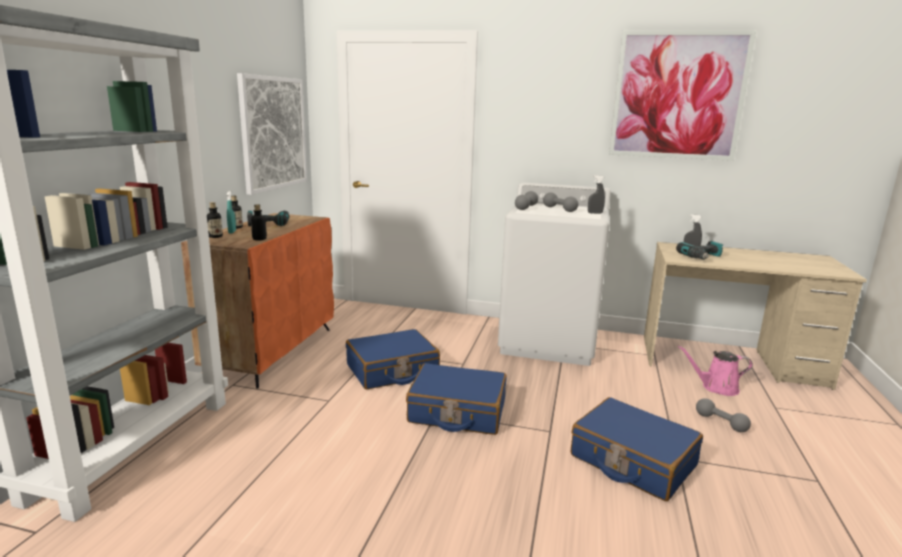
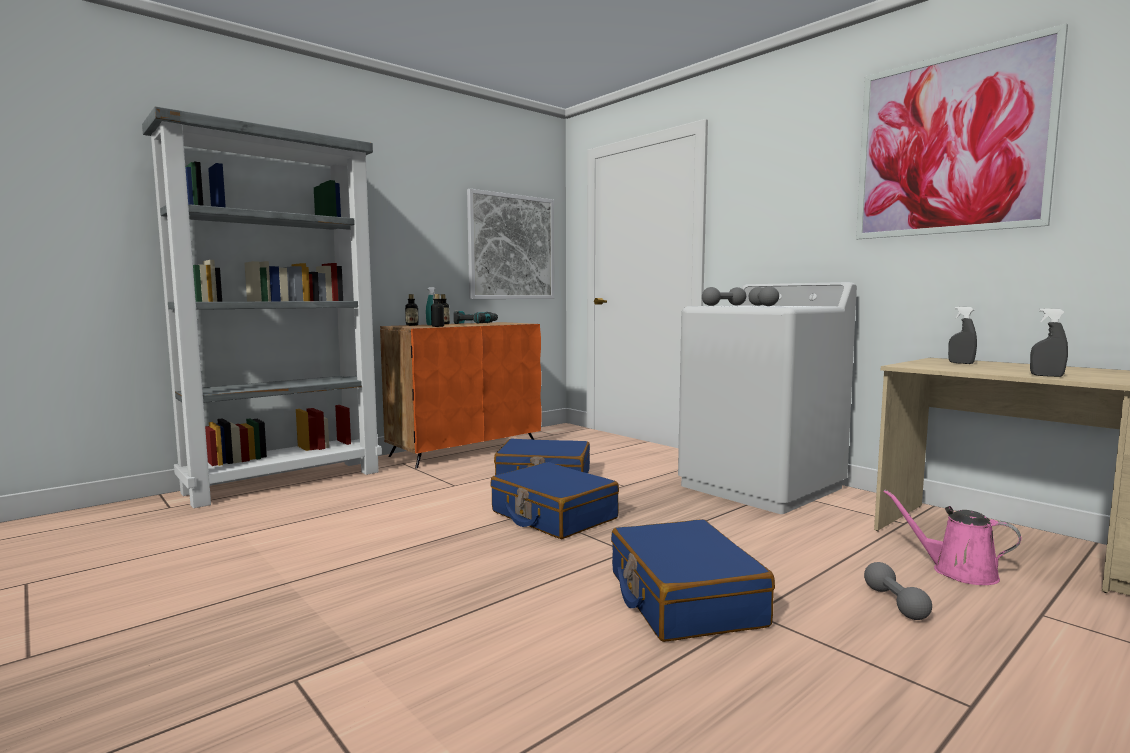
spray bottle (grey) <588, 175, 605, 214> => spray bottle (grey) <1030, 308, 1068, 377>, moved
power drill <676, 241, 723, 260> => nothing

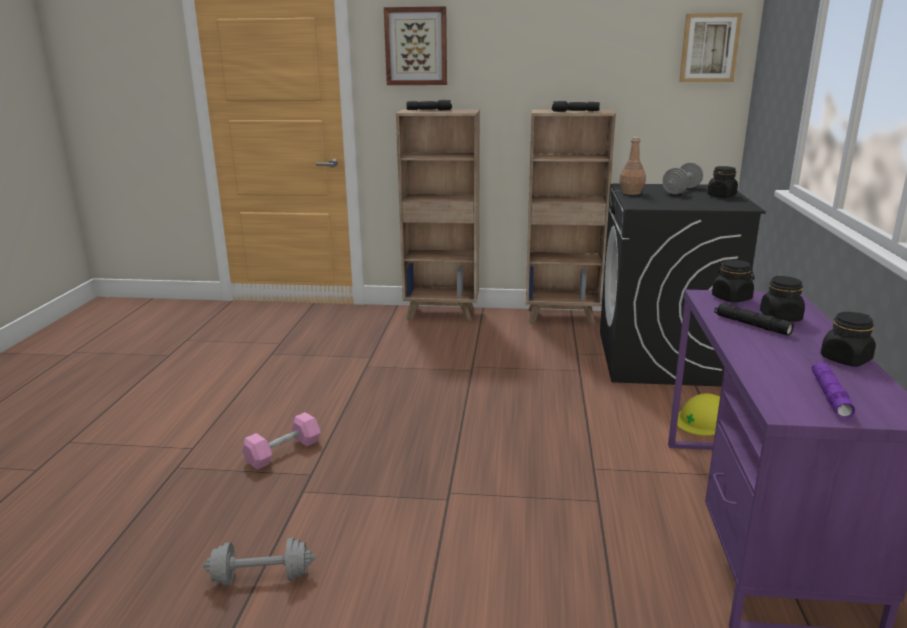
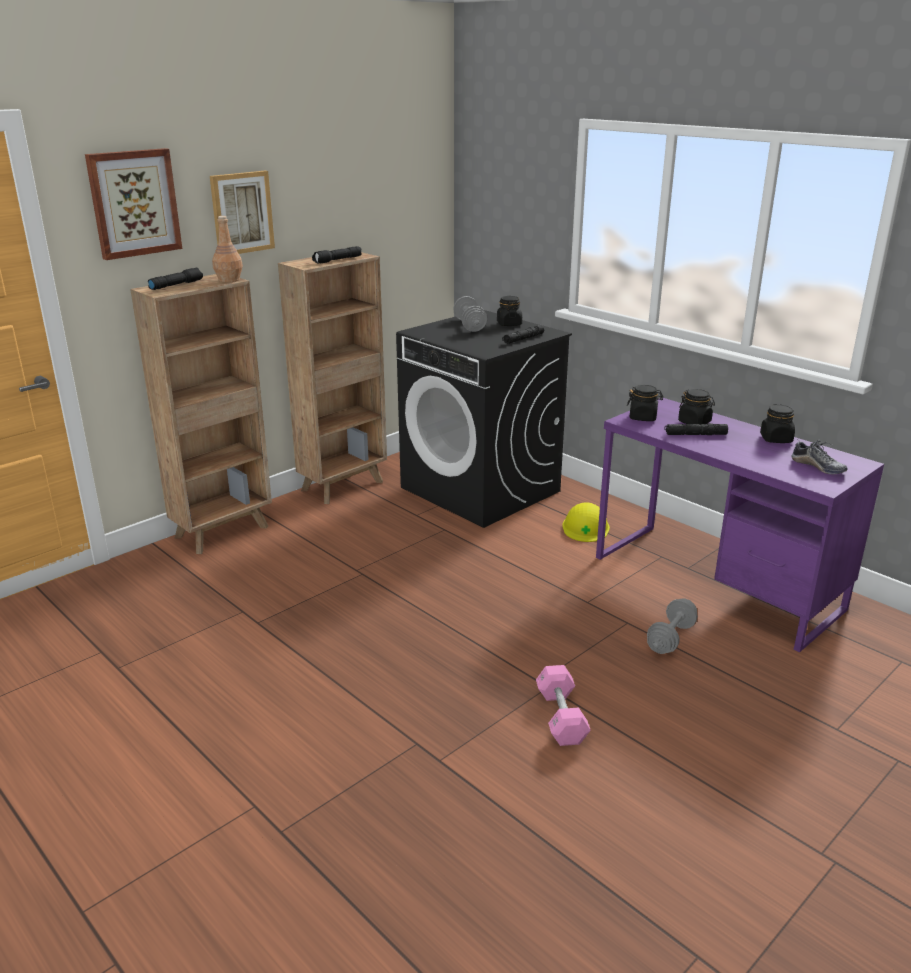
picture <679, 13, 742, 82> => picture <210, 171, 275, 254>, moved
bottle (brown) <619, 137, 646, 195> => bottle (brown) <212, 216, 243, 283>, moved
flashlight (purple) <812, 362, 855, 419> => shoe <791, 438, 847, 474>
dumbbell (pink) <242, 412, 320, 470> => dumbbell (pink) <536, 665, 591, 746>, moved
dumbbell (grey) <203, 538, 315, 586> => dumbbell (grey) <647, 598, 698, 654>, moved
nothing => flashlight (black) <502, 325, 544, 344>

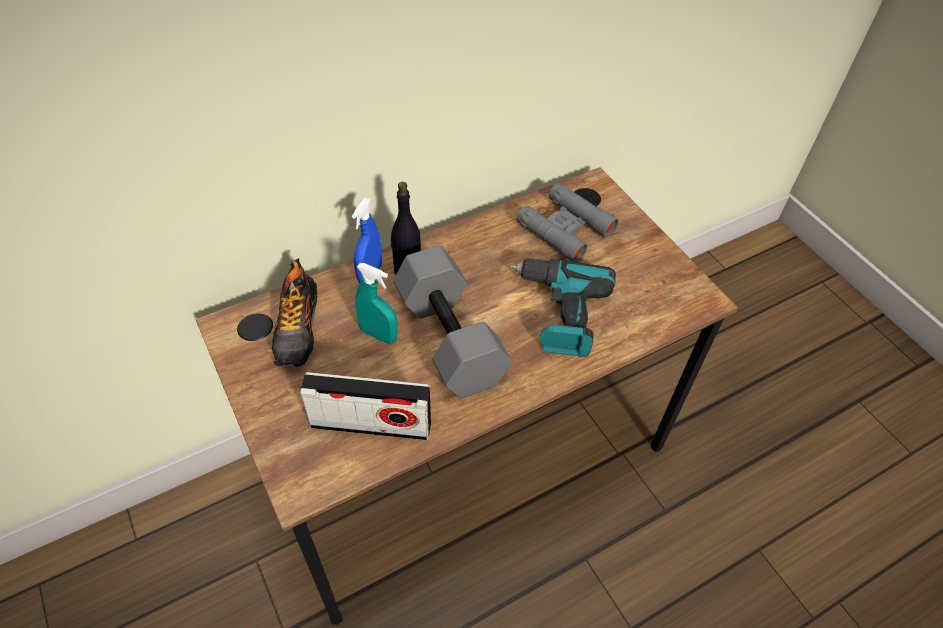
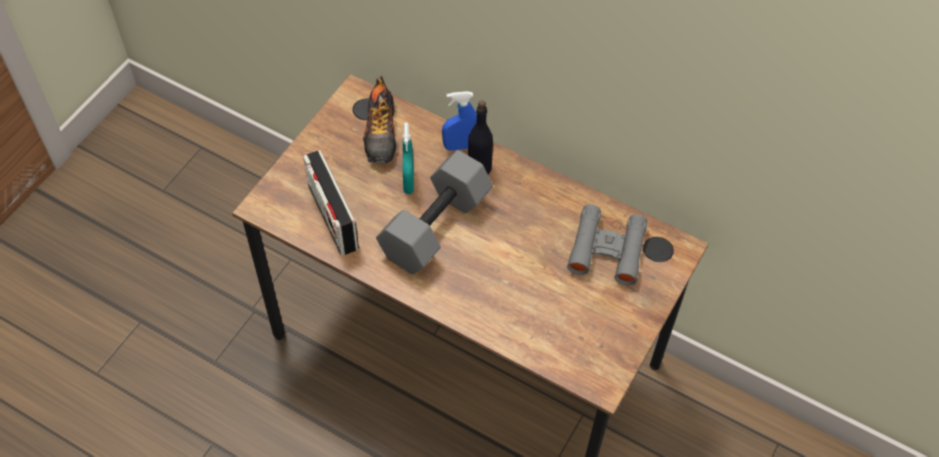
shoe <272, 258, 318, 367> => shoe <363, 76, 397, 163>, 60 degrees counterclockwise
power drill <511, 258, 616, 357> => nothing

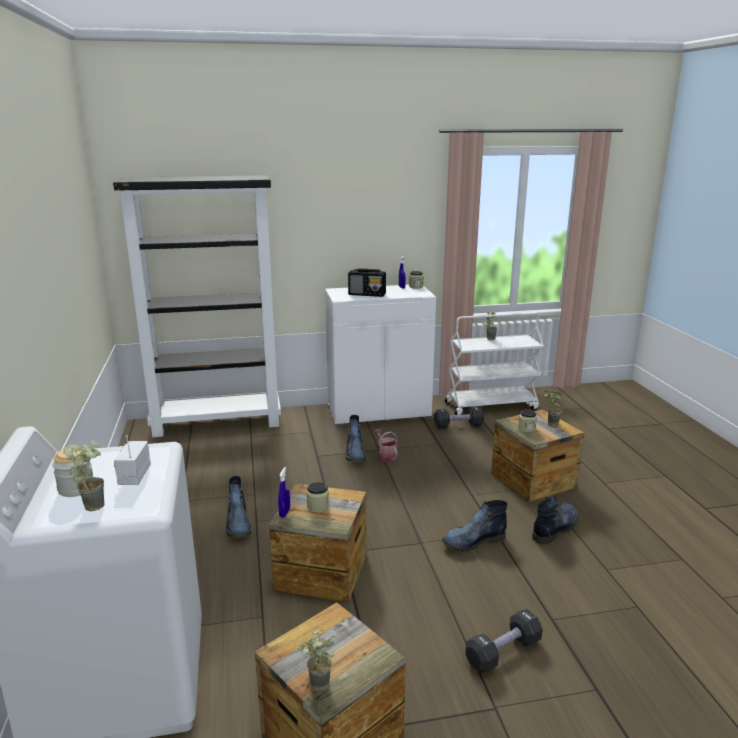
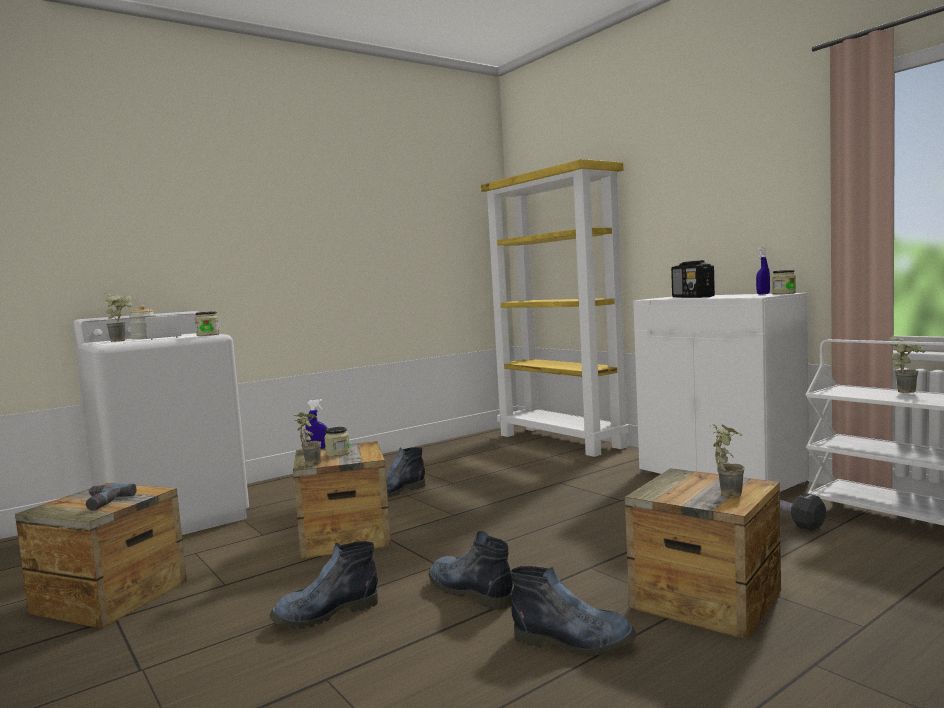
bookcase (black) <113, 175, 281, 437> => bookcase (yellow) <481, 159, 630, 457>
jar <518, 409, 537, 433> => jar <195, 311, 220, 336>, moved
boot <345, 415, 366, 462> => boot <269, 541, 378, 629>, moved
watering can <374, 429, 398, 462> => nothing
dumbbell (black) <466, 609, 543, 673> => nothing
potted plant <295, 630, 336, 691> => potted plant <294, 412, 321, 466>, moved
nothing => power drill <86, 484, 137, 511>

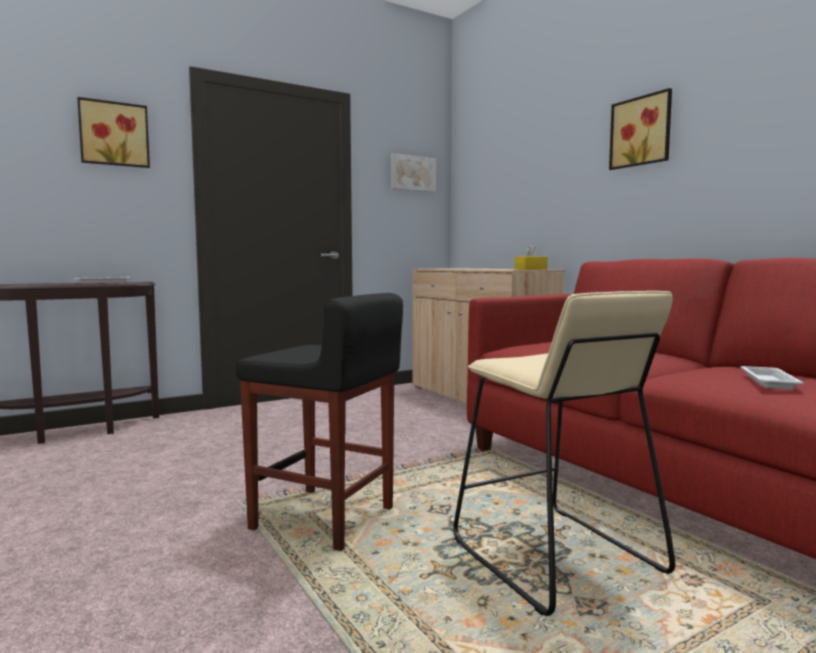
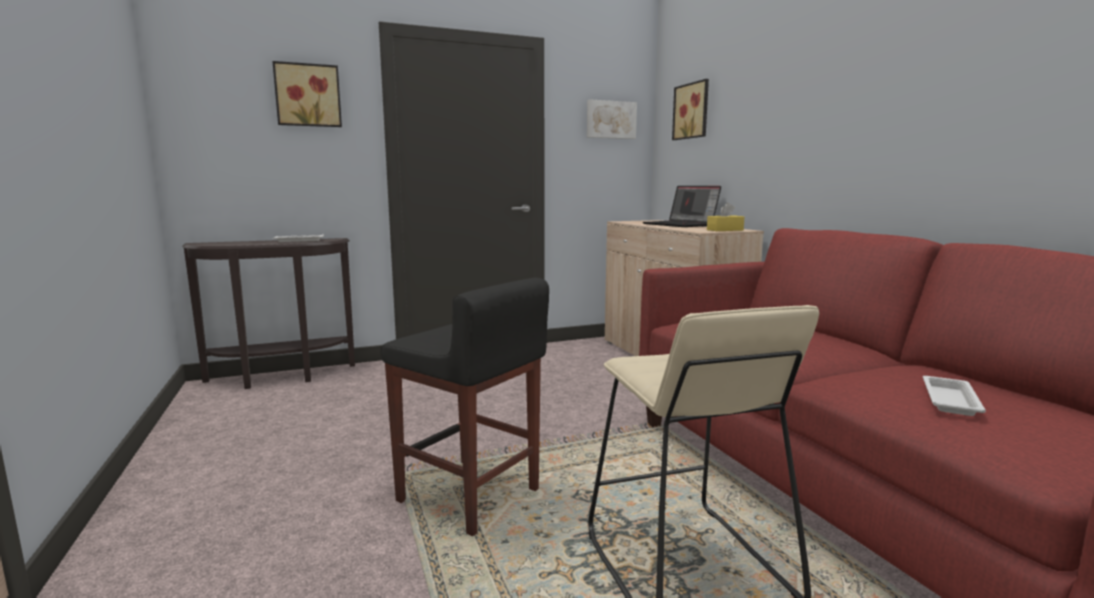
picture <609, 88, 672, 170> => picture <672, 79, 709, 140>, moved
nothing => laptop <643, 186, 721, 227>

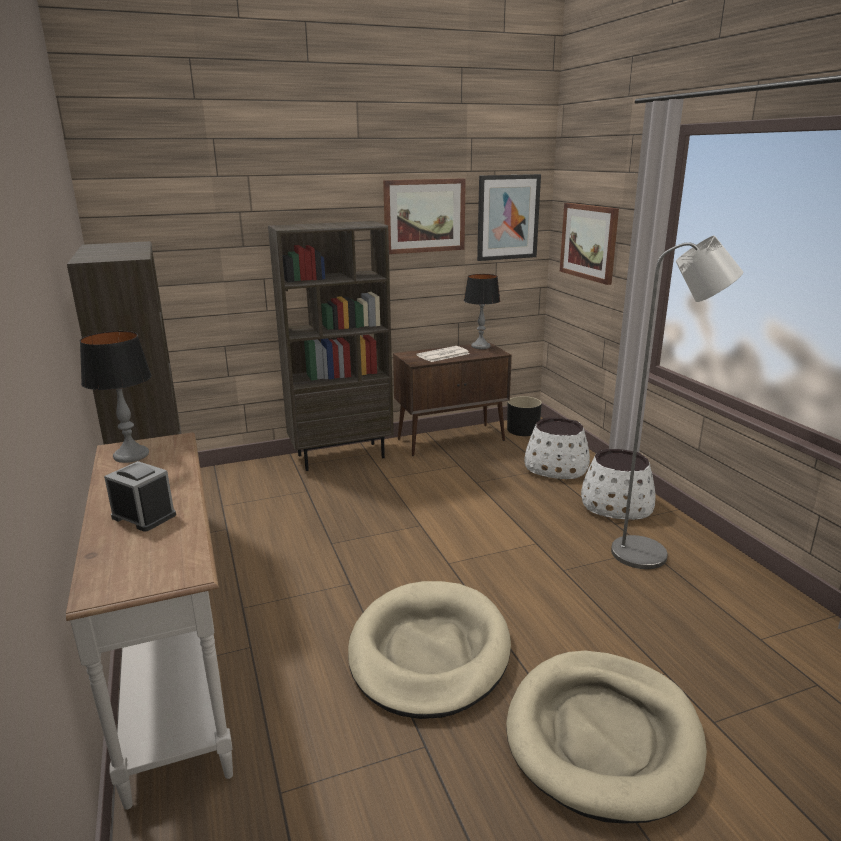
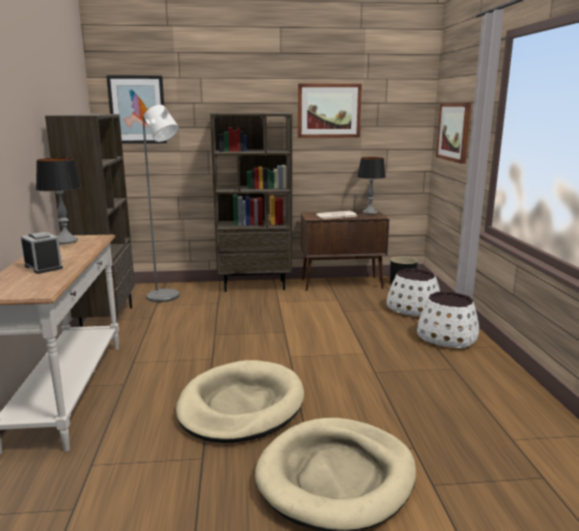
picture <477, 174, 541, 261> => picture <106, 75, 167, 144>, moved
floor lamp (grey) <611, 235, 743, 569> => floor lamp (grey) <143, 105, 179, 302>, moved

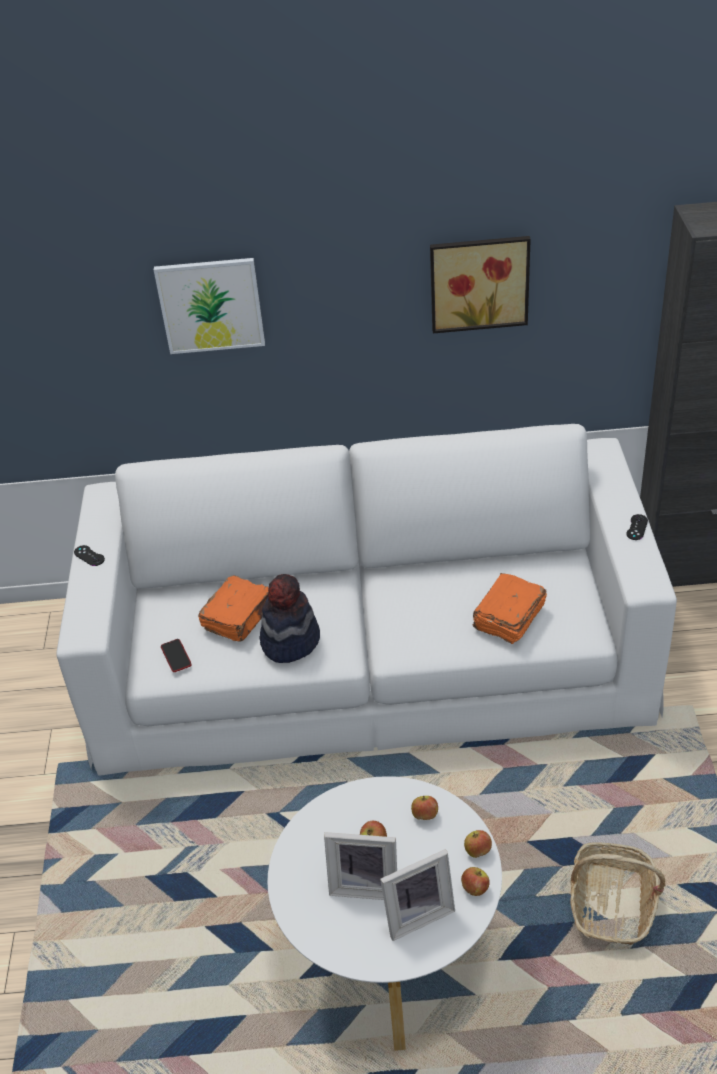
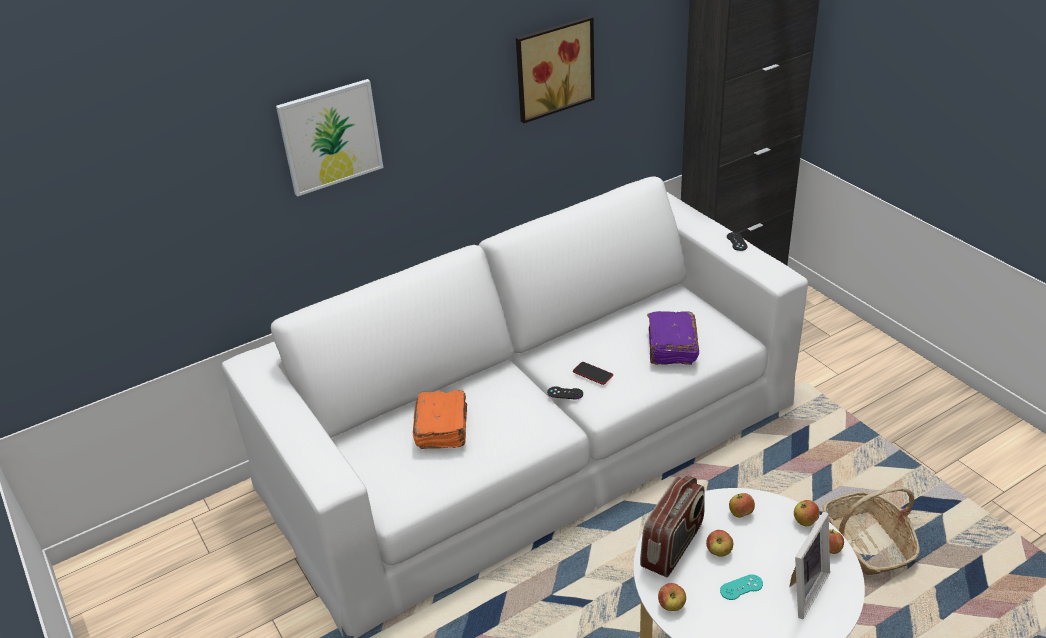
game controller (black) <74, 545, 105, 566> => game controller (black) <547, 386, 583, 399>, moved
book (orange) <473, 573, 547, 644> => book (purple) <647, 311, 699, 365>
hat <259, 574, 320, 663> => nothing
phone <161, 639, 192, 672> => phone <573, 362, 613, 385>, moved
picture frame <324, 832, 397, 900> => game controller (turquoise) <720, 574, 763, 600>
nothing => radio <640, 475, 705, 577>
nothing => apple <658, 583, 686, 611>

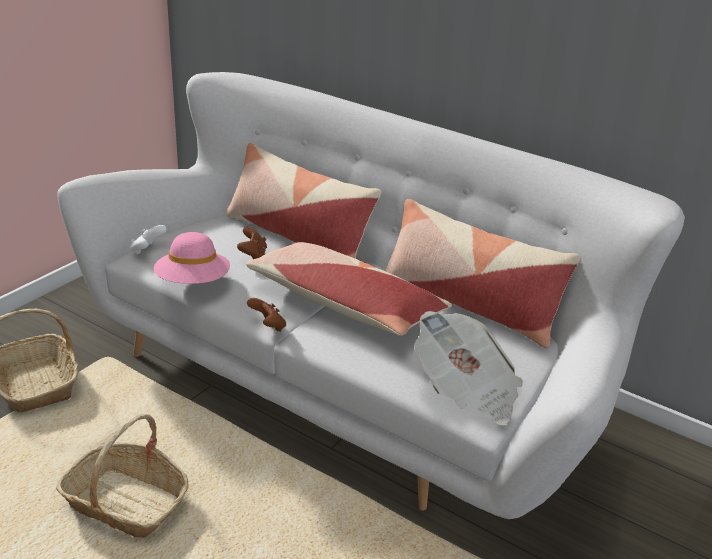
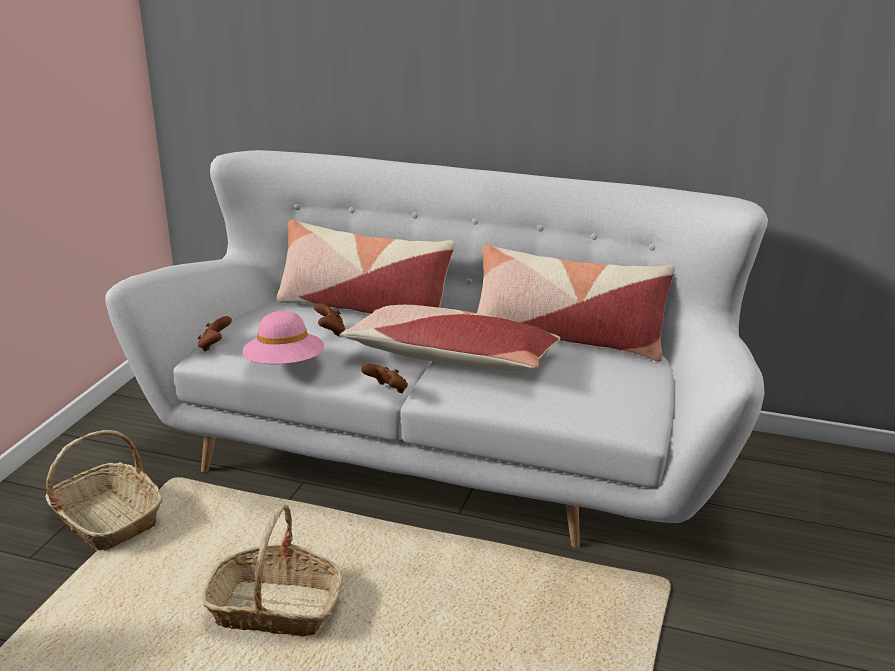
game controller (white) <130, 225, 167, 255> => game controller (brown) <197, 316, 232, 352>
newspaper <414, 311, 523, 426> => nothing

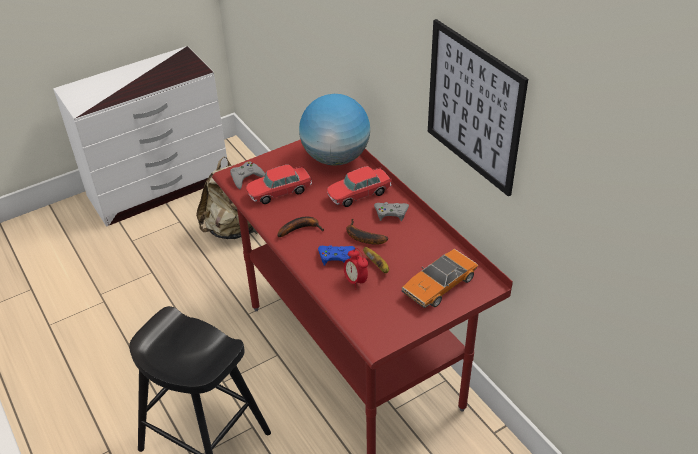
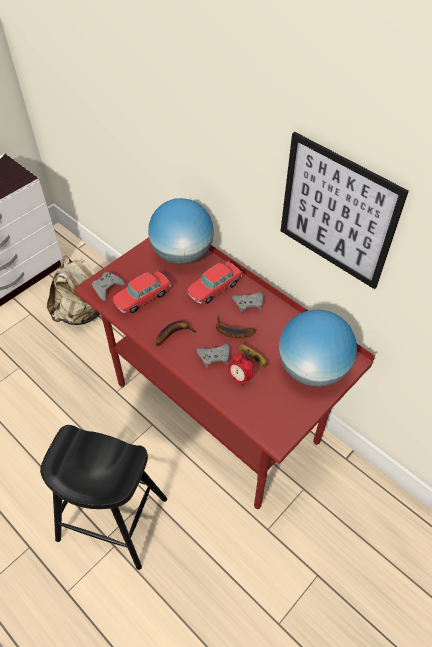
game controller (blue) <318, 245, 355, 265> => game controller (grey) <196, 344, 230, 368>
toy car <402, 249, 478, 308> => globe <279, 310, 357, 387>

